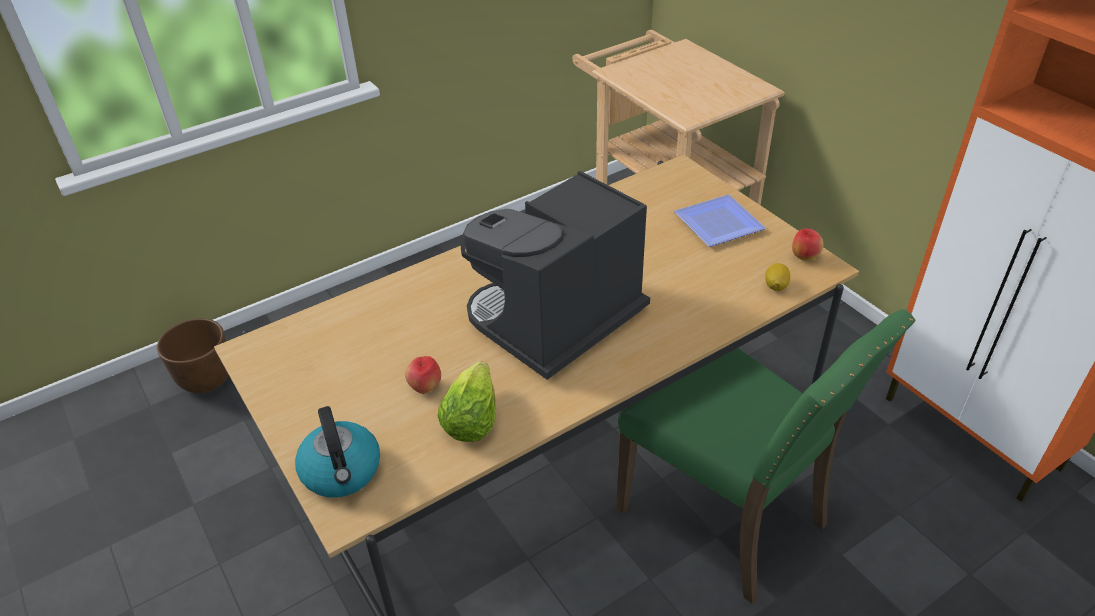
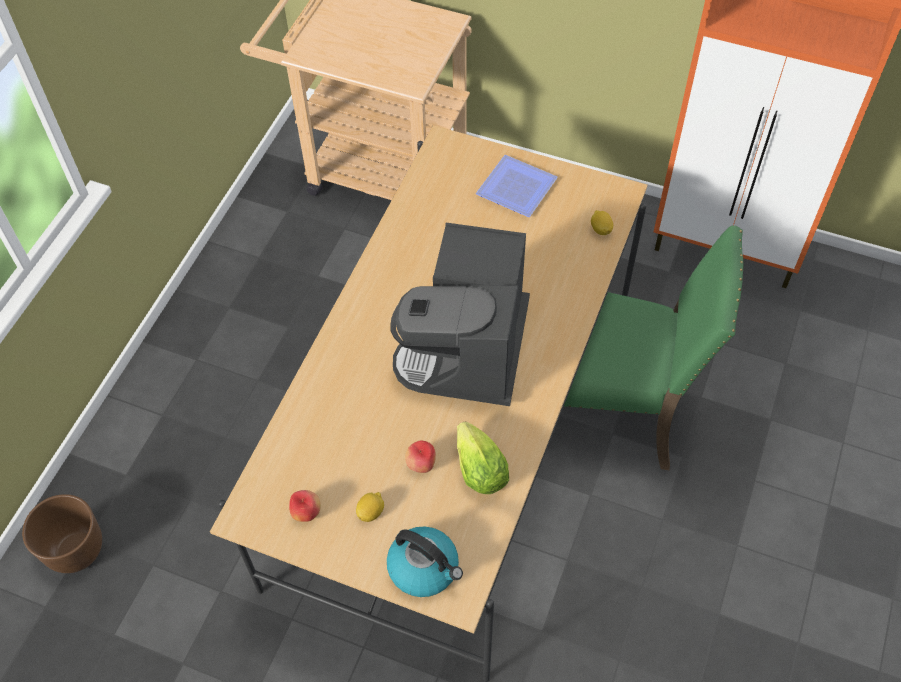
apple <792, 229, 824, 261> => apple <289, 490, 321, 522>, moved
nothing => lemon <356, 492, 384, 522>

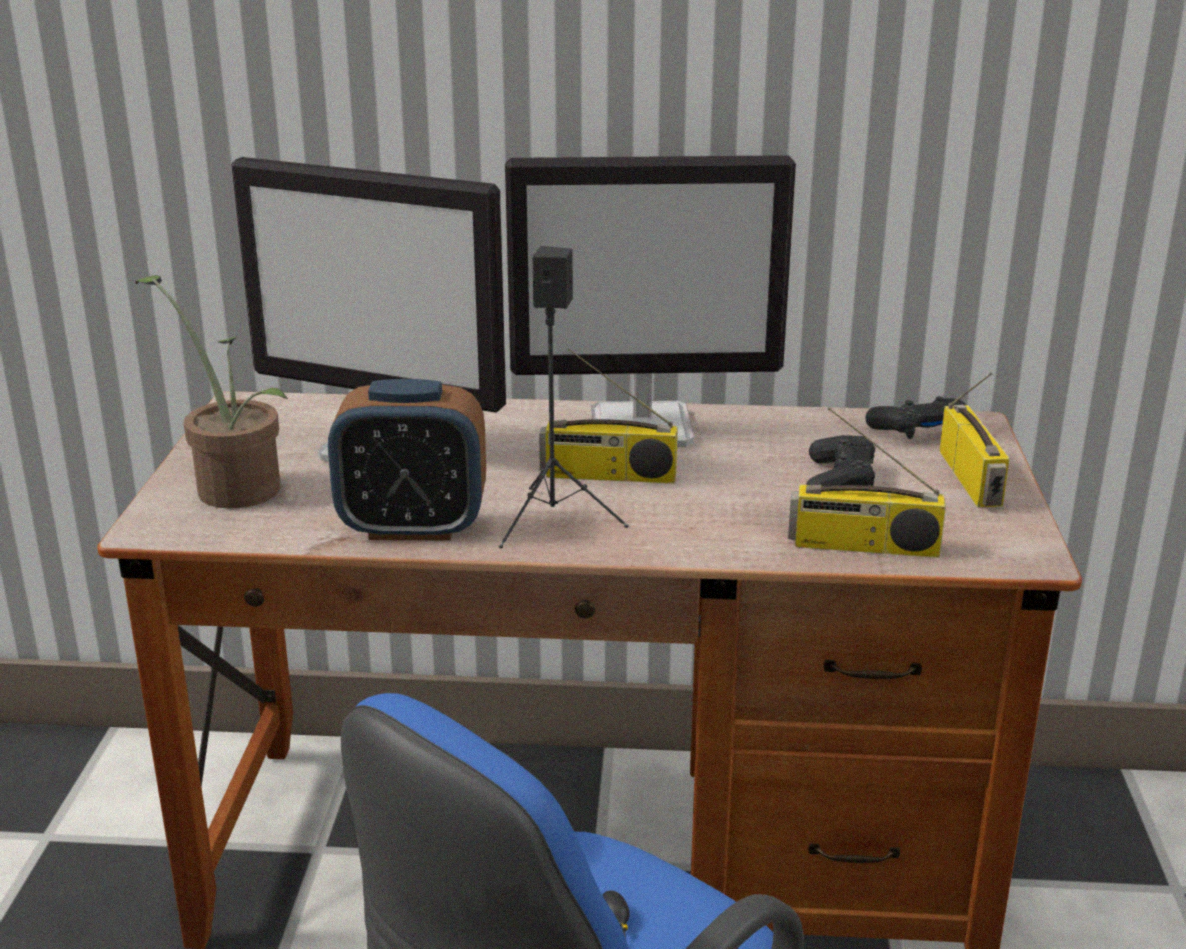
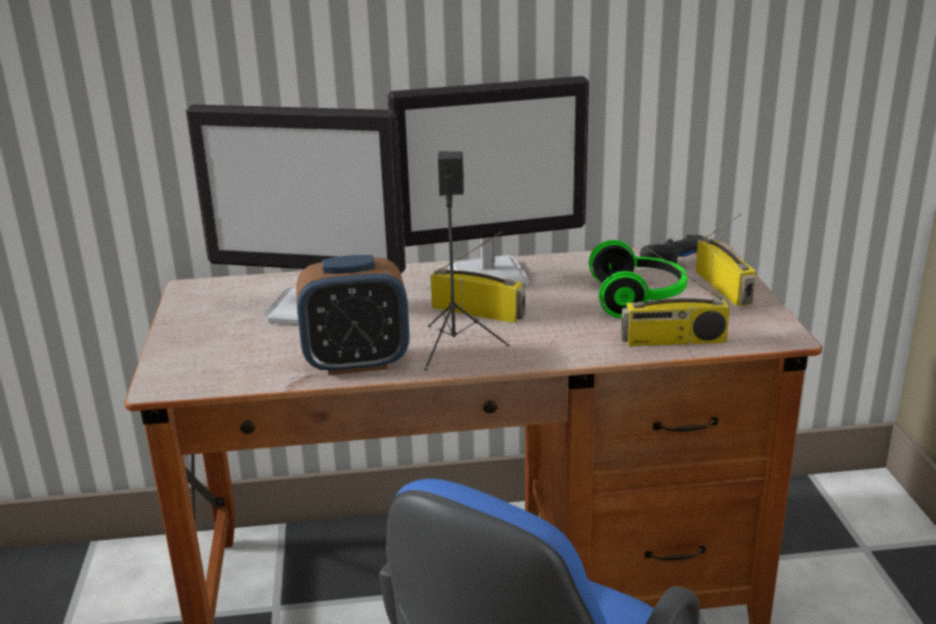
potted plant <136, 275, 288, 509> => nothing
radio <539, 348, 678, 483> => radio <430, 231, 526, 323>, 150 degrees counterclockwise
game controller (black) <806, 435, 875, 486> => headphones <589, 240, 687, 318>

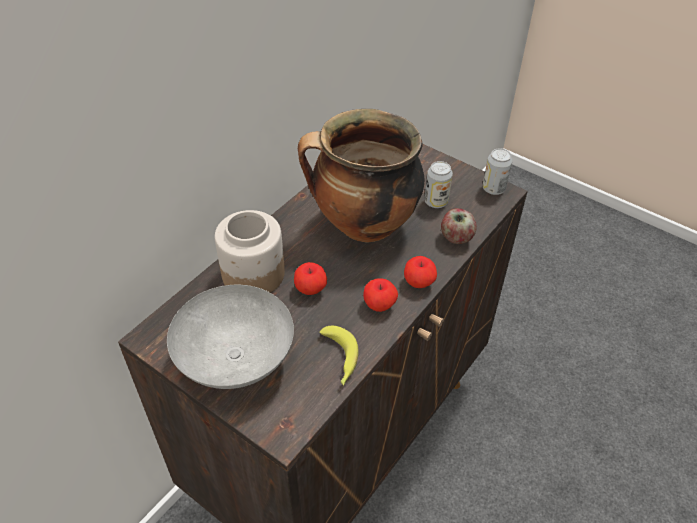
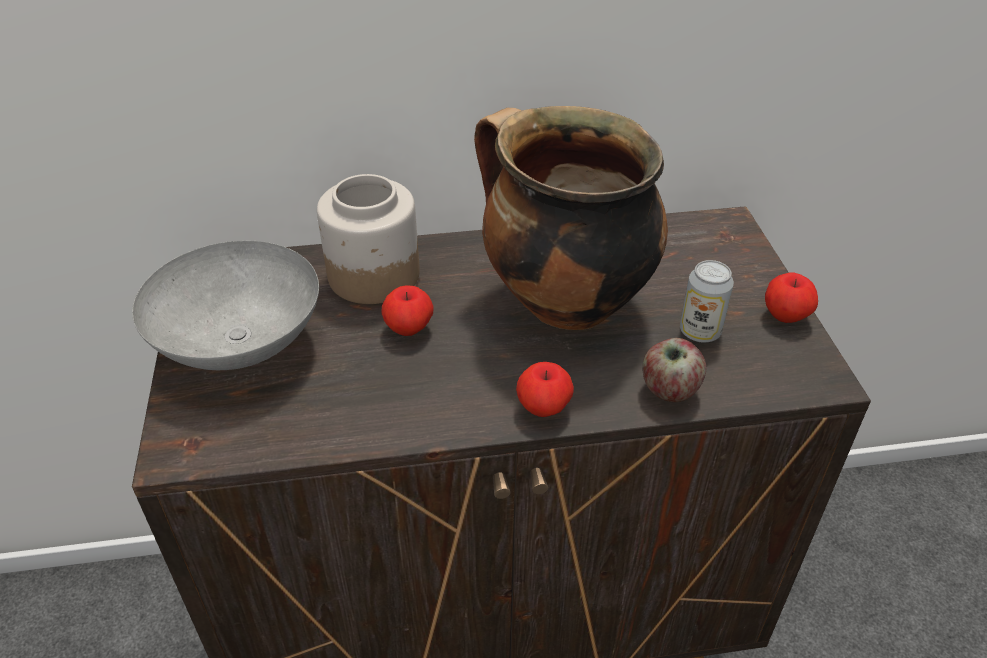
can <483, 148, 512, 195> => nothing
apple <363, 278, 398, 312> => apple <765, 272, 818, 323>, moved
banana <319, 326, 359, 386> => nothing

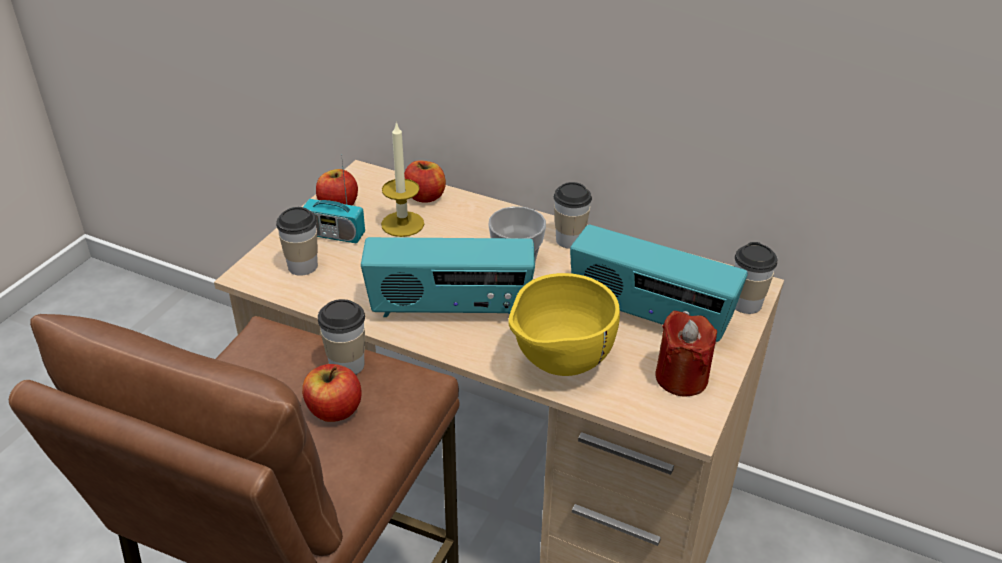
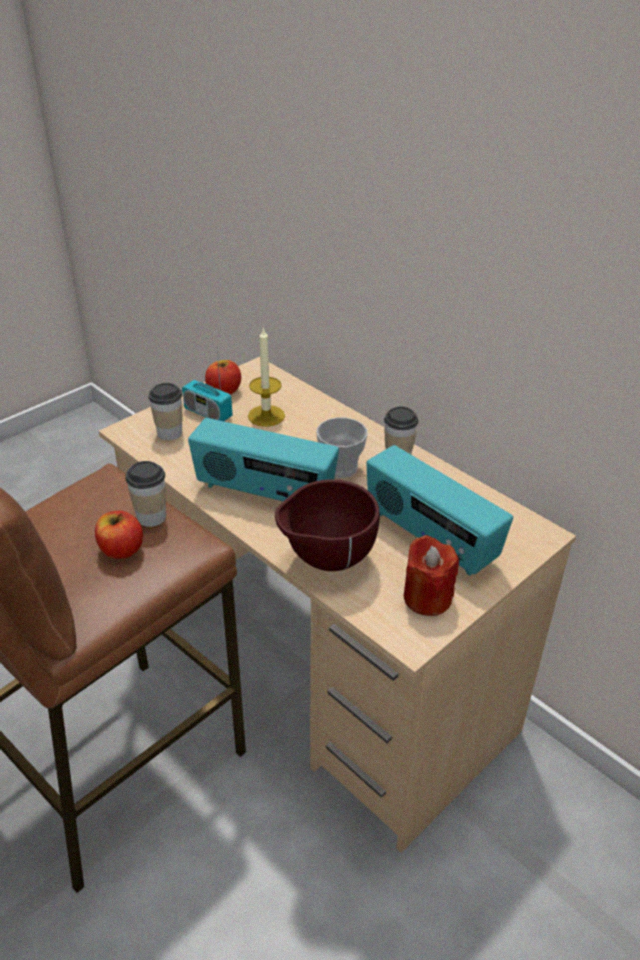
apple <404, 160, 446, 203> => nothing
cup <734, 242, 778, 314> => nothing
bowl (yellow) <508, 273, 620, 376> => bowl (brown) <275, 479, 380, 571>

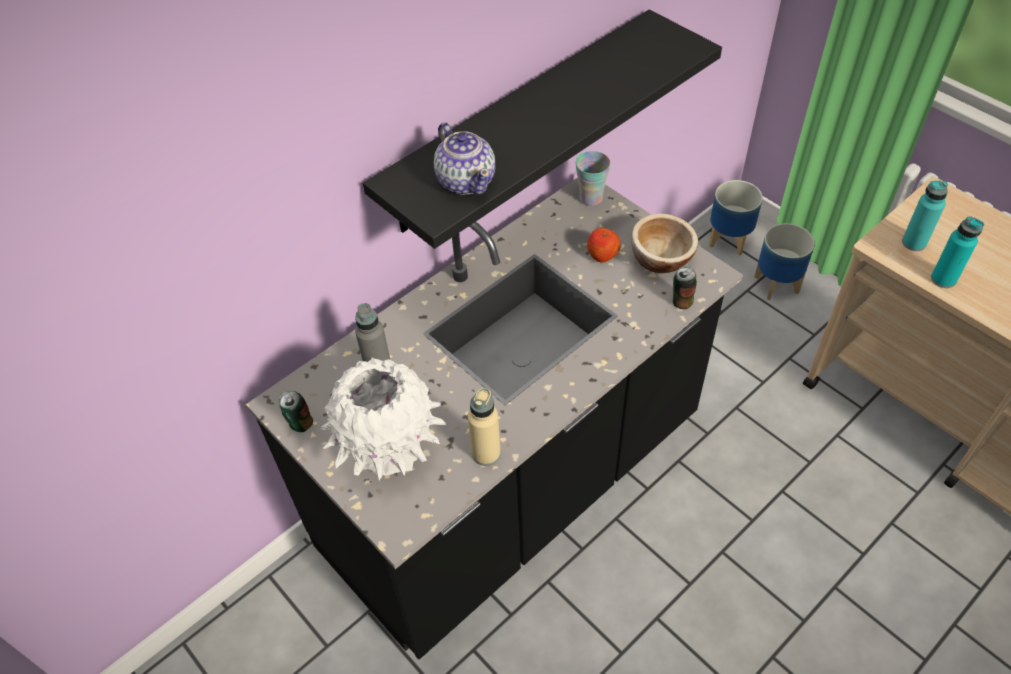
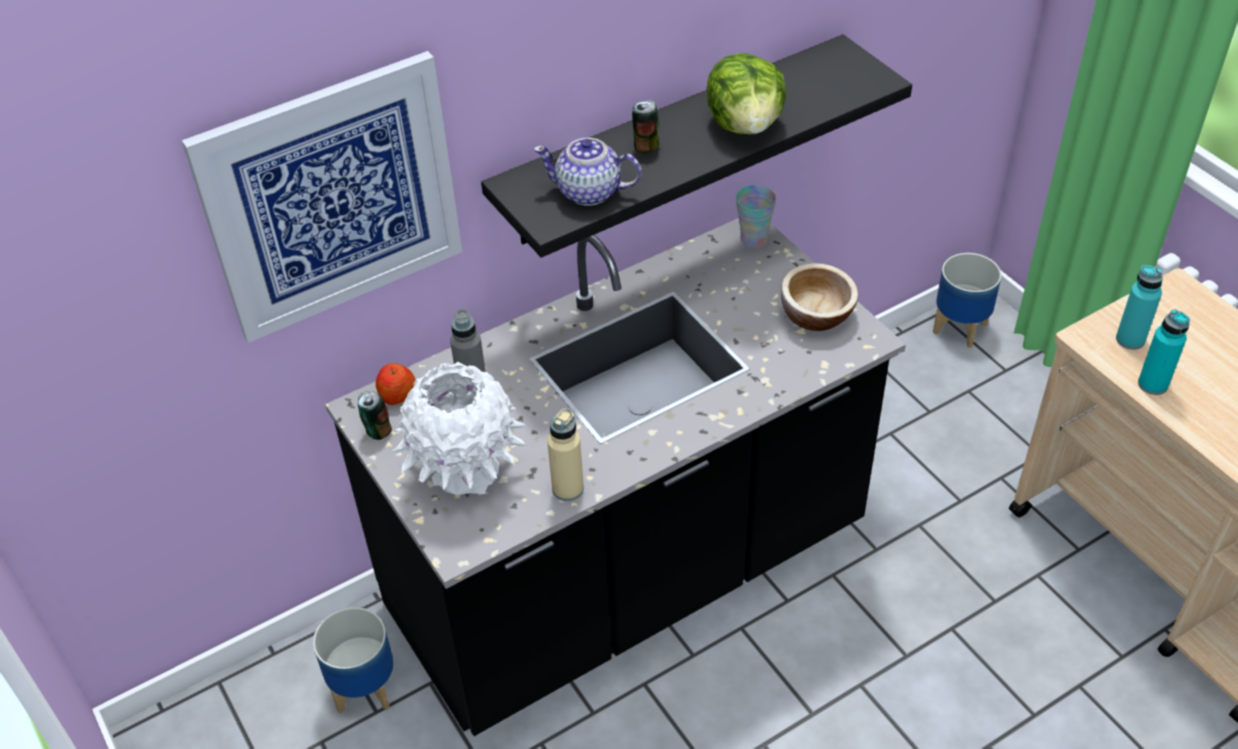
teapot <434, 122, 495, 195> => teapot <533, 138, 642, 206>, 120 degrees clockwise
planter <754, 223, 815, 300> => planter <313, 607, 393, 714>, moved
apple <587, 228, 621, 263> => apple <376, 363, 416, 405>, moved
can <673, 266, 697, 309> => can <632, 100, 659, 154>, moved
nothing => picture <182, 51, 462, 343>
nothing => lettuce <707, 53, 786, 134>

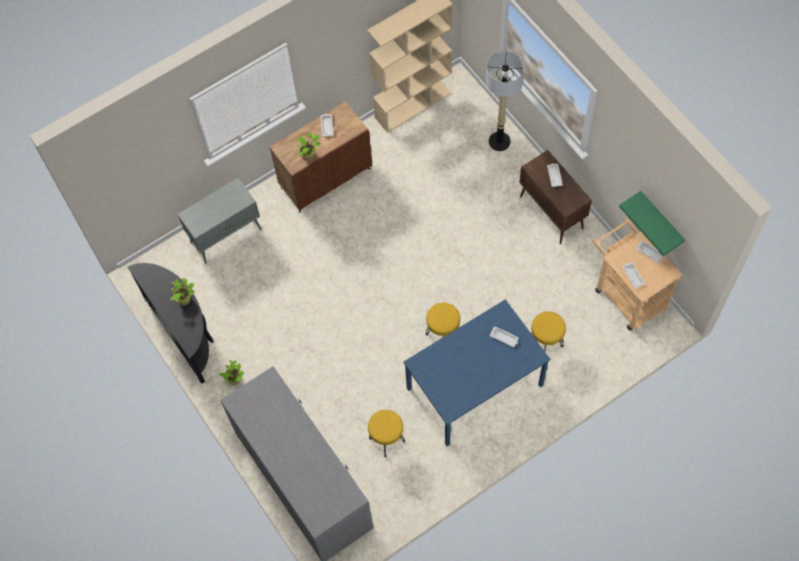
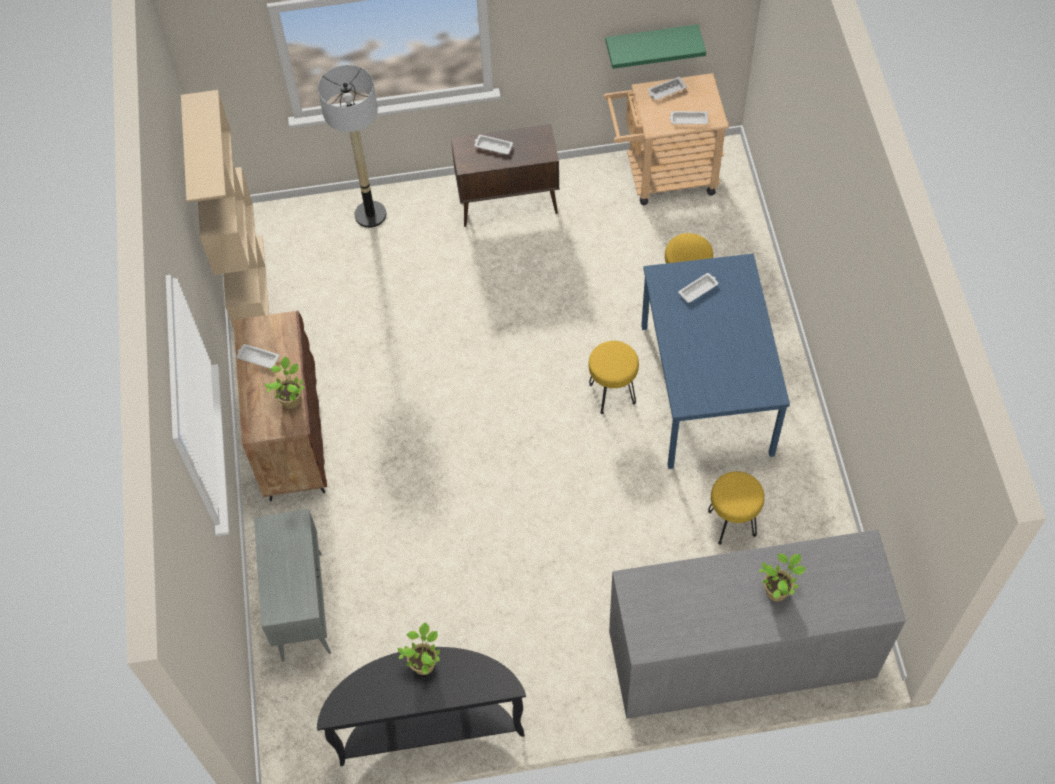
potted plant <219, 360, 244, 385> => potted plant <759, 554, 806, 601>, moved

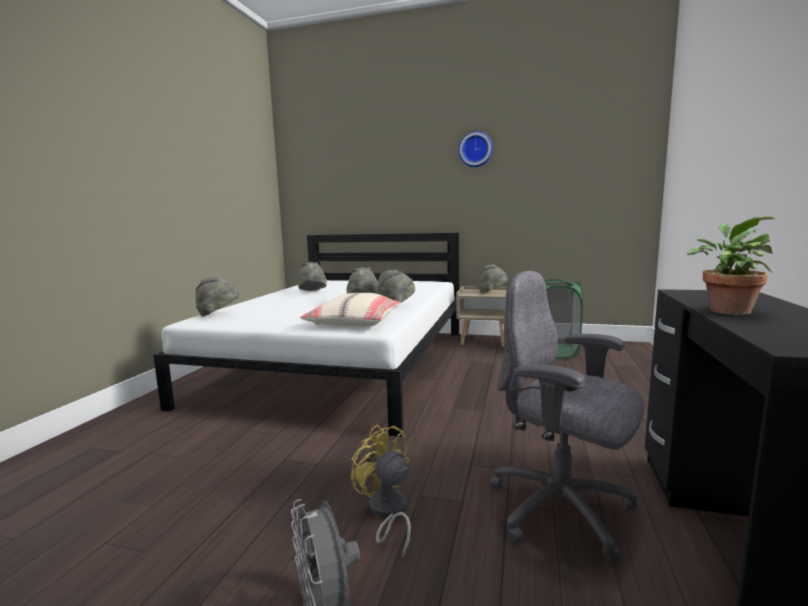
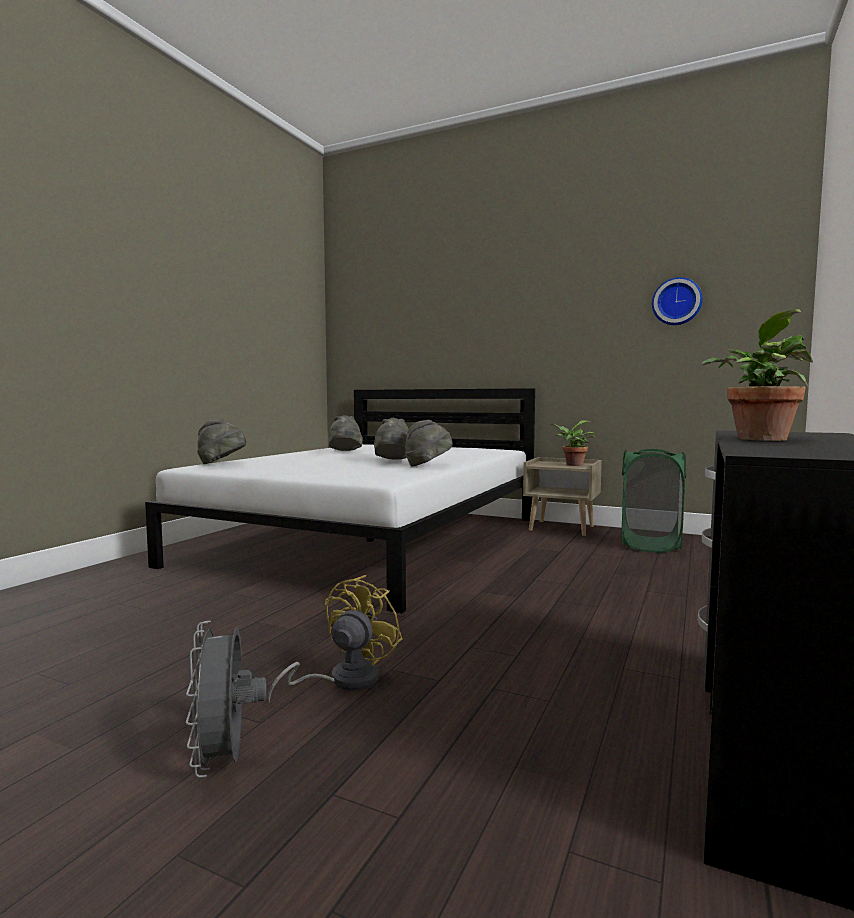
wall clock <458, 131, 493, 167> => wall clock <652, 277, 703, 325>, moved
hat (grey) <478, 265, 508, 293> => potted plant <551, 421, 595, 466>
office chair (grey) <490, 271, 644, 563> => nothing
pillow (beige) <300, 293, 401, 326> => nothing
fan (yellow) <351, 424, 411, 558> => fan (yellow) <267, 575, 403, 703>, 60 degrees clockwise

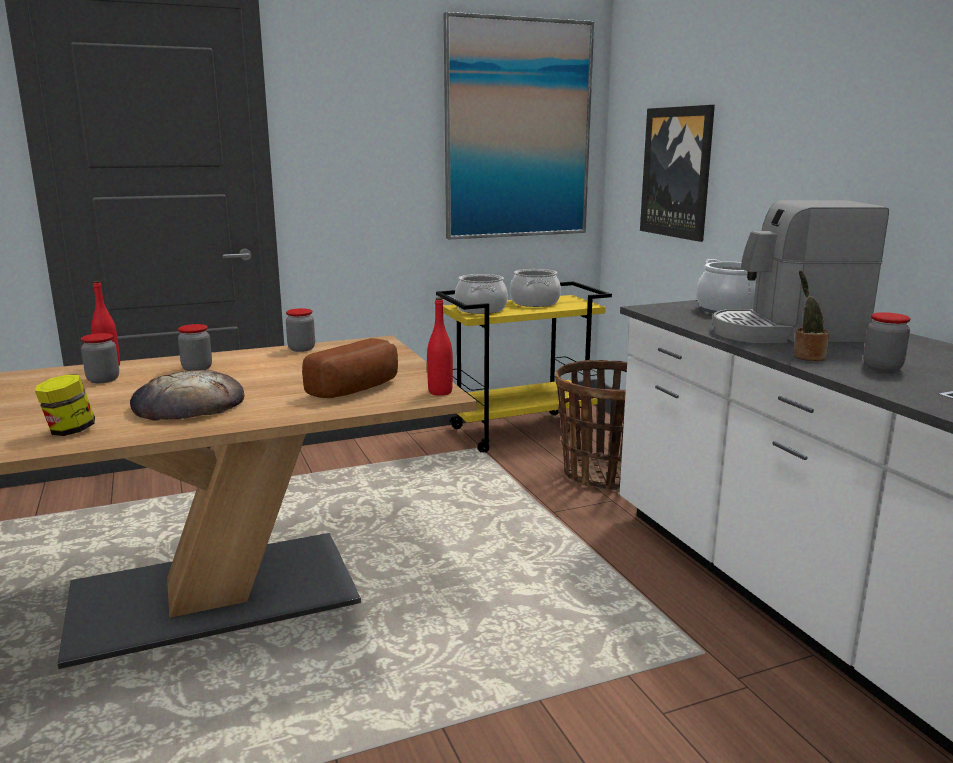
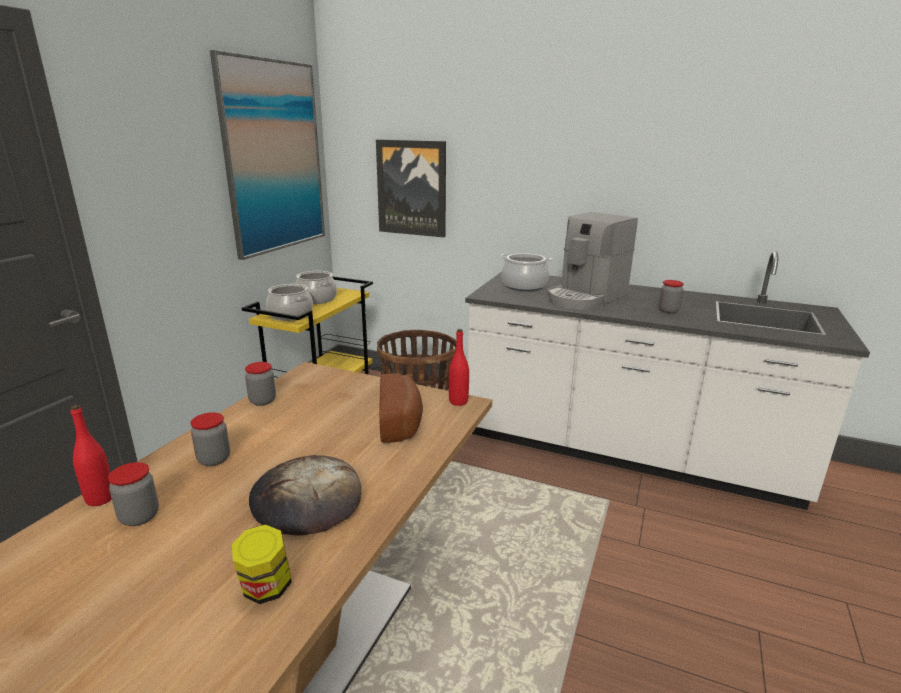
potted plant <794, 270, 830, 361> => nothing

